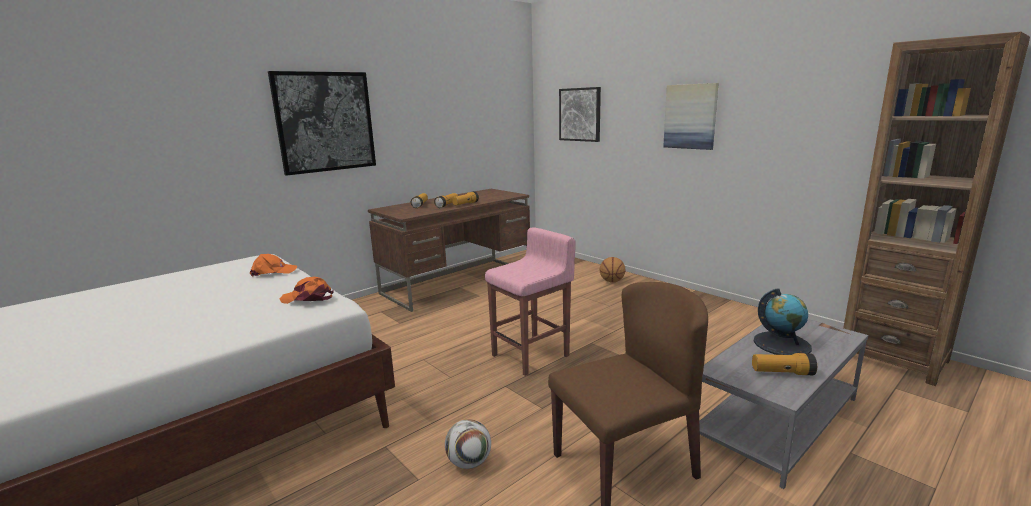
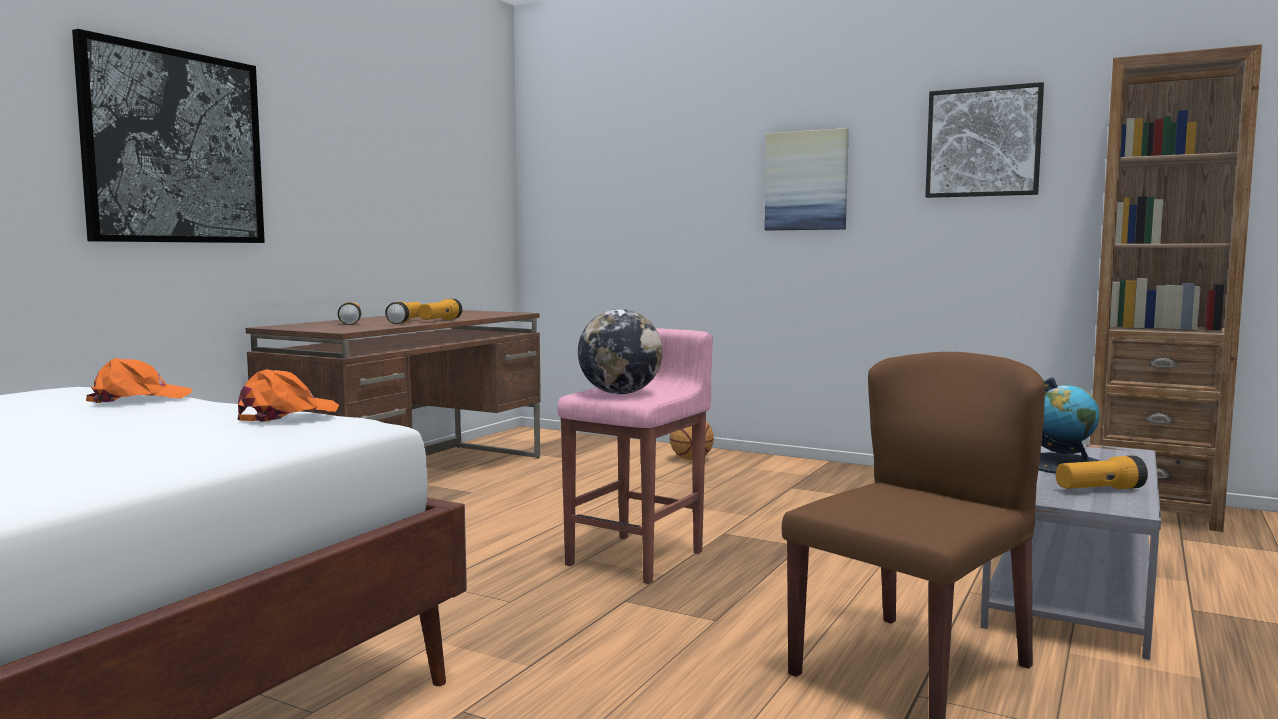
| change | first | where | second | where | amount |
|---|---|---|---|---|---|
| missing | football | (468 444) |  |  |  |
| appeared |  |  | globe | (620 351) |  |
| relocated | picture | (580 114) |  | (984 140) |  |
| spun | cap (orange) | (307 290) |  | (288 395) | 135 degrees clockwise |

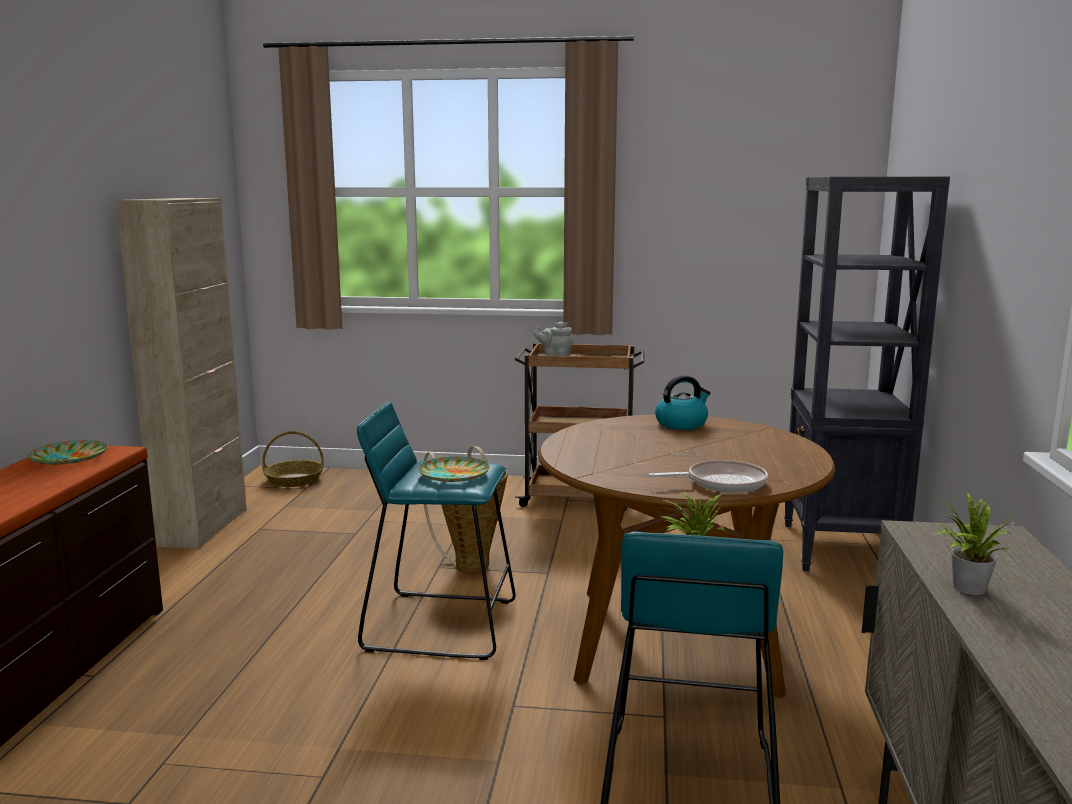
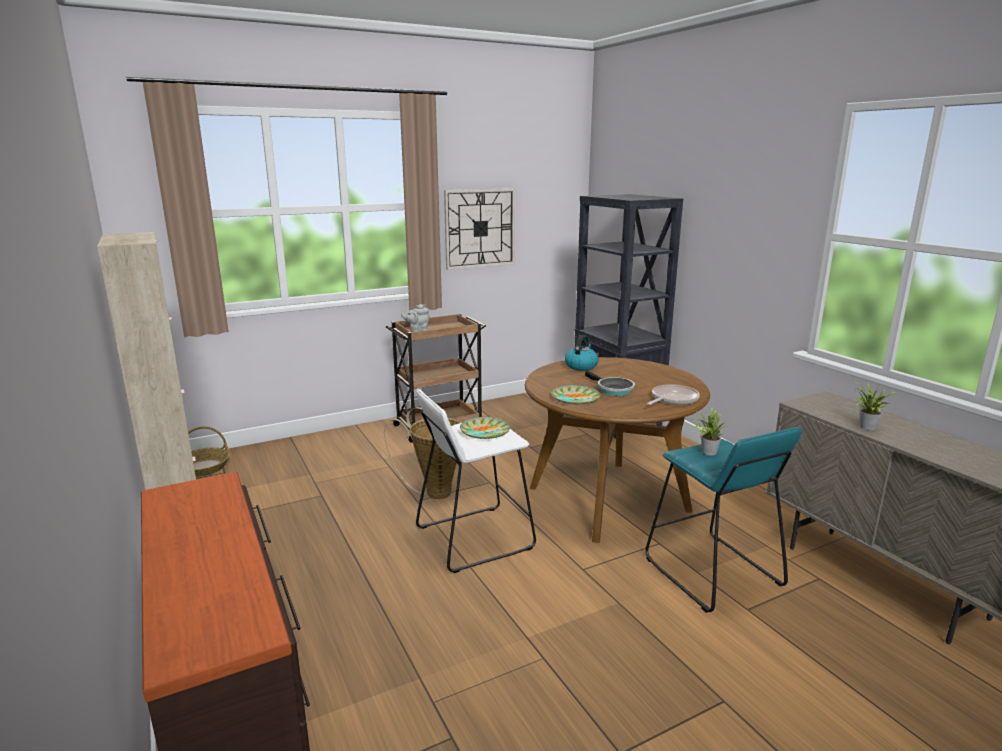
| change | first | where | second | where | amount |
|---|---|---|---|---|---|
| appeared |  |  | wall clock | (479 229) |  |
| appeared |  |  | frying pan | (610 383) |  |
| relocated | plate | (68 452) |  | (575 395) |  |
| colour | stool (turquoise) | (436 531) | stool (white) | (476 481) |  |

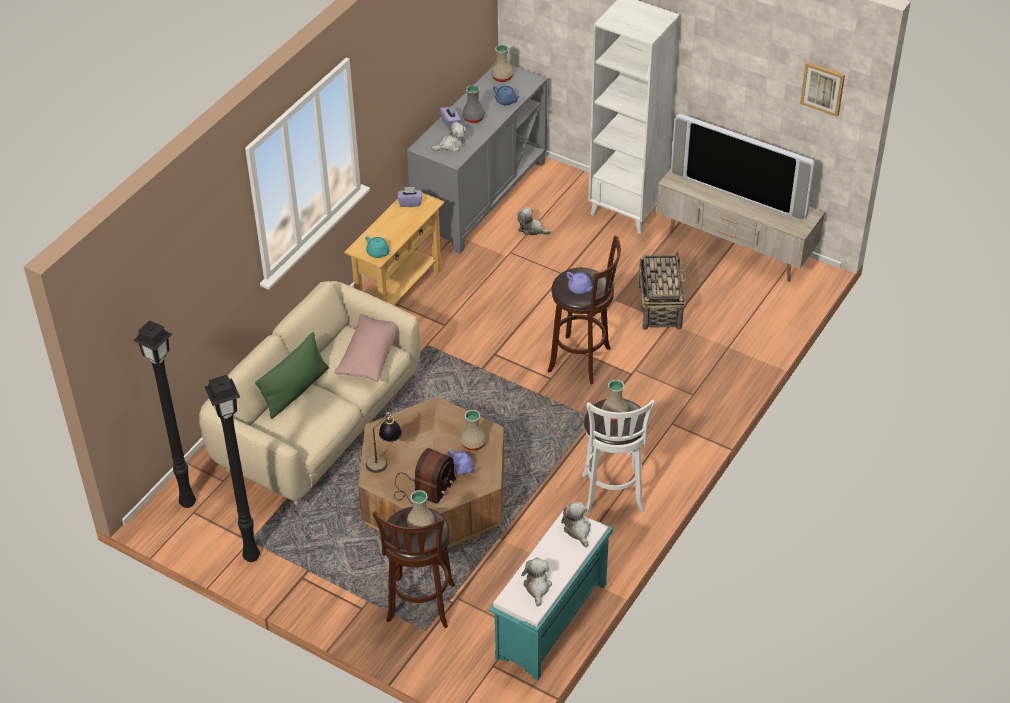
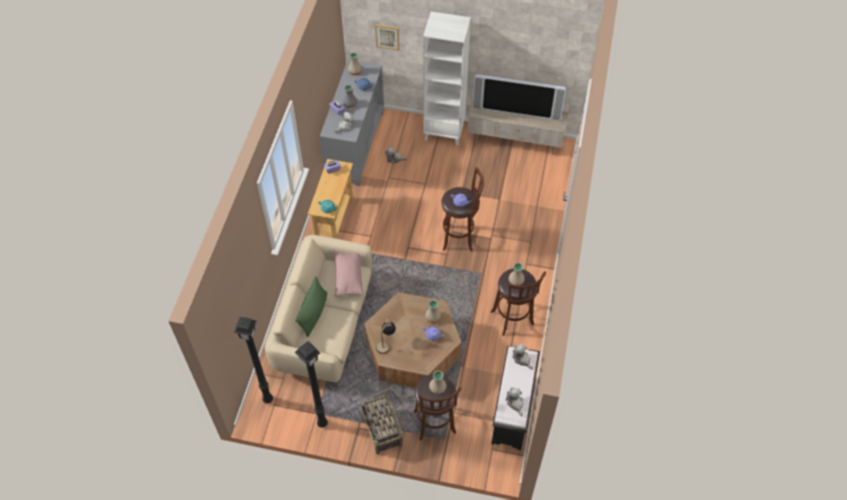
| change | first | where | second | where | amount |
|---|---|---|---|---|---|
| missing | radio | (425 476) |  |  |  |
| relocated | basket | (663 290) |  | (382 424) |  |
| relocated | picture | (822 89) |  | (387 37) |  |
| colour | bench (turquoise) | (551 595) | bench (black) | (516 398) |  |
| colour | stool (white) | (618 456) | stool (brown) | (518 302) |  |

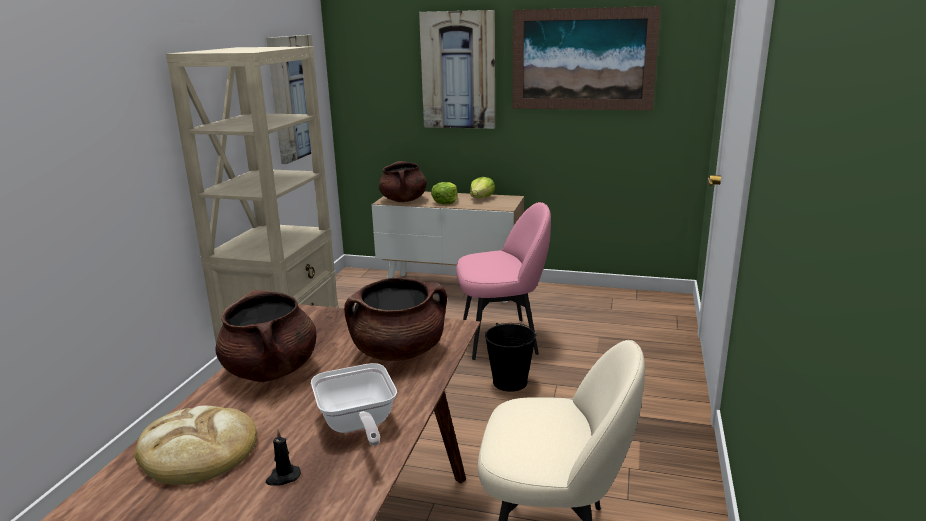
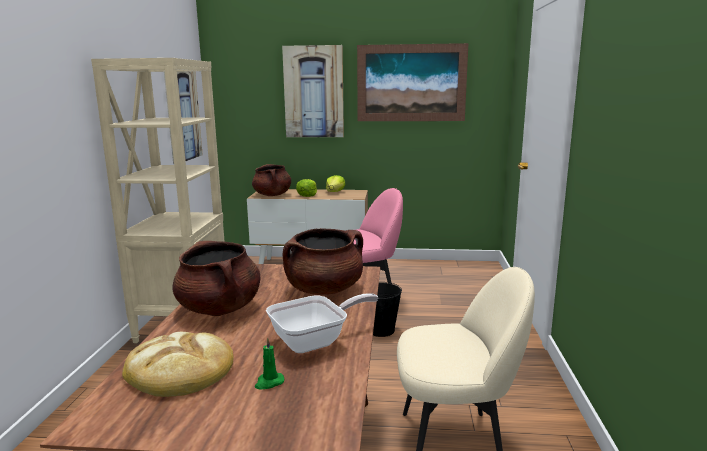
| change | first | where | second | where | amount |
|---|---|---|---|---|---|
| colour | candle (black) | (283 458) | candle (green) | (269 363) |  |
| spun | frying pan | (354 404) |  | (322 323) | 90 degrees counterclockwise |

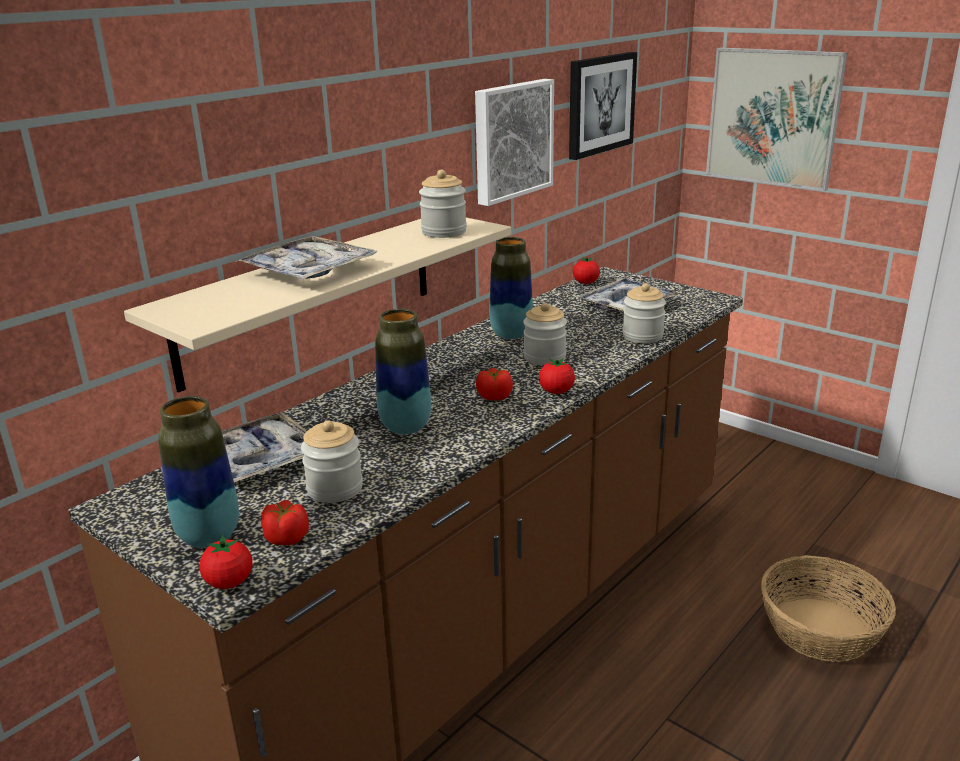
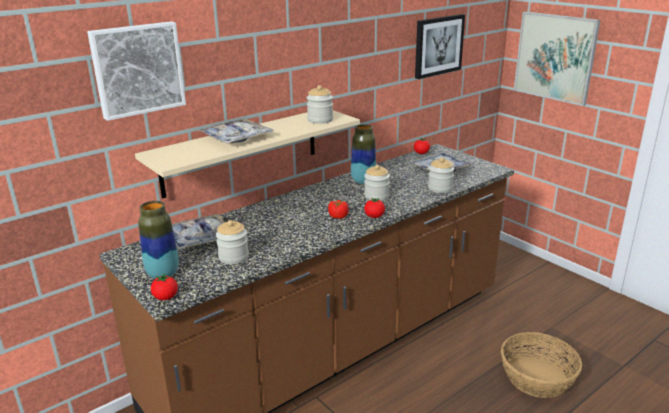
| change | first | where | second | where | amount |
|---|---|---|---|---|---|
| missing | tomato | (285 522) |  |  |  |
| missing | vase | (403 371) |  |  |  |
| relocated | picture | (514 142) |  | (136 71) |  |

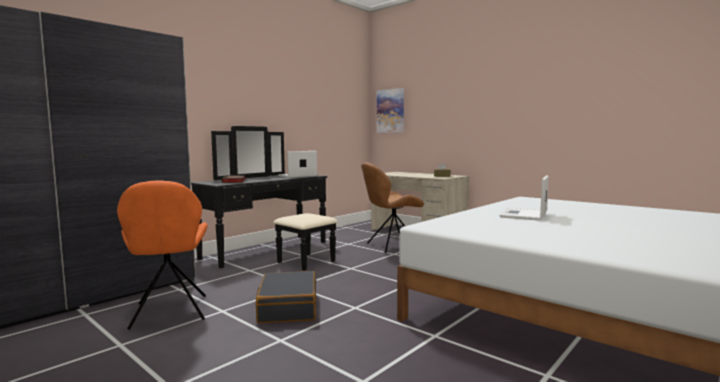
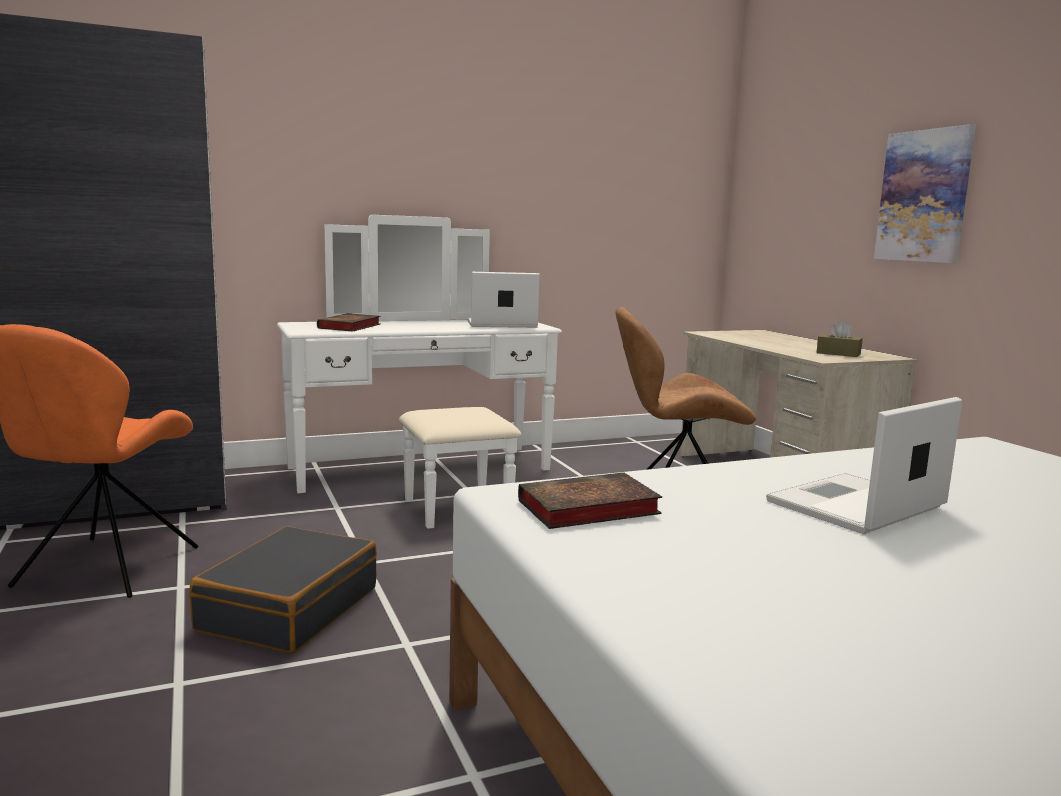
| change | first | where | second | where | amount |
|---|---|---|---|---|---|
| appeared |  |  | book | (590 500) |  |
| relocated | picture | (390 110) |  | (925 193) |  |
| colour | dresser (black) | (264 198) | dresser (white) | (419 372) |  |

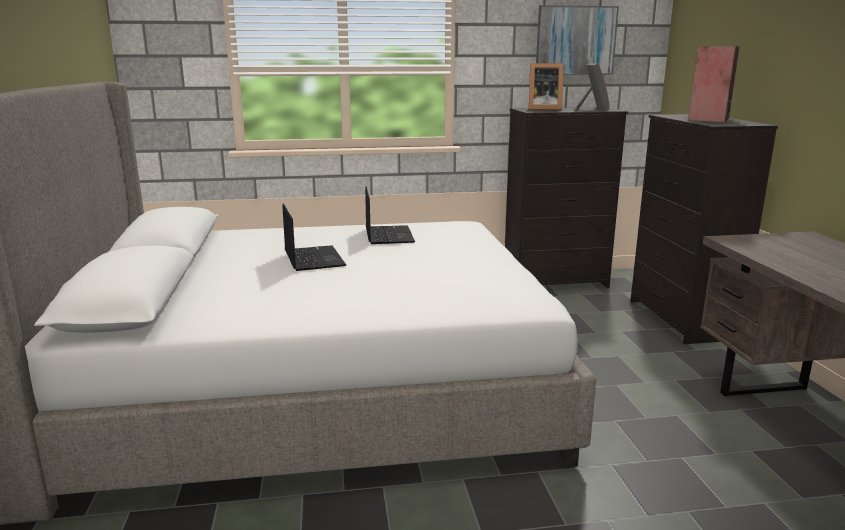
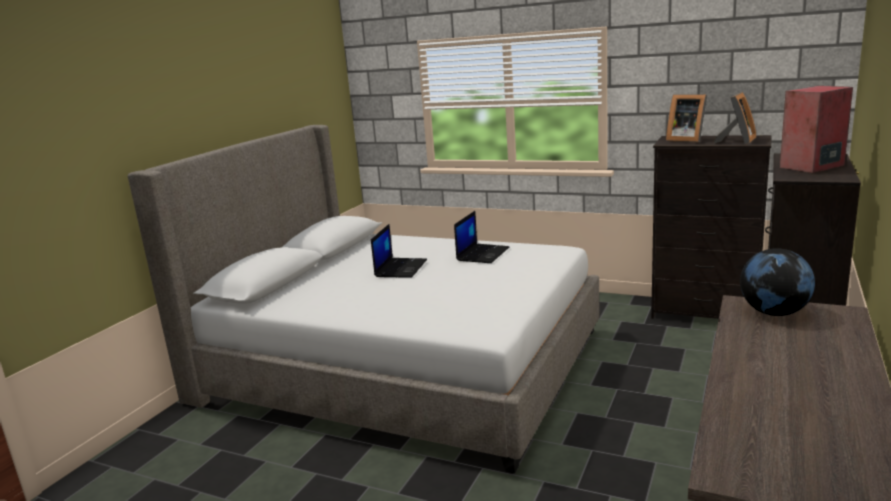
| change | first | where | second | where | amount |
|---|---|---|---|---|---|
| missing | picture | (577 40) |  |  |  |
| appeared |  |  | globe | (777 282) |  |

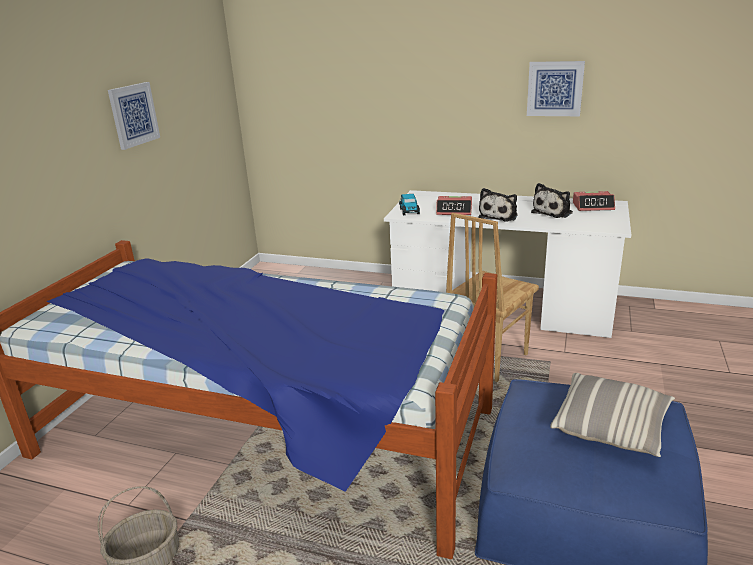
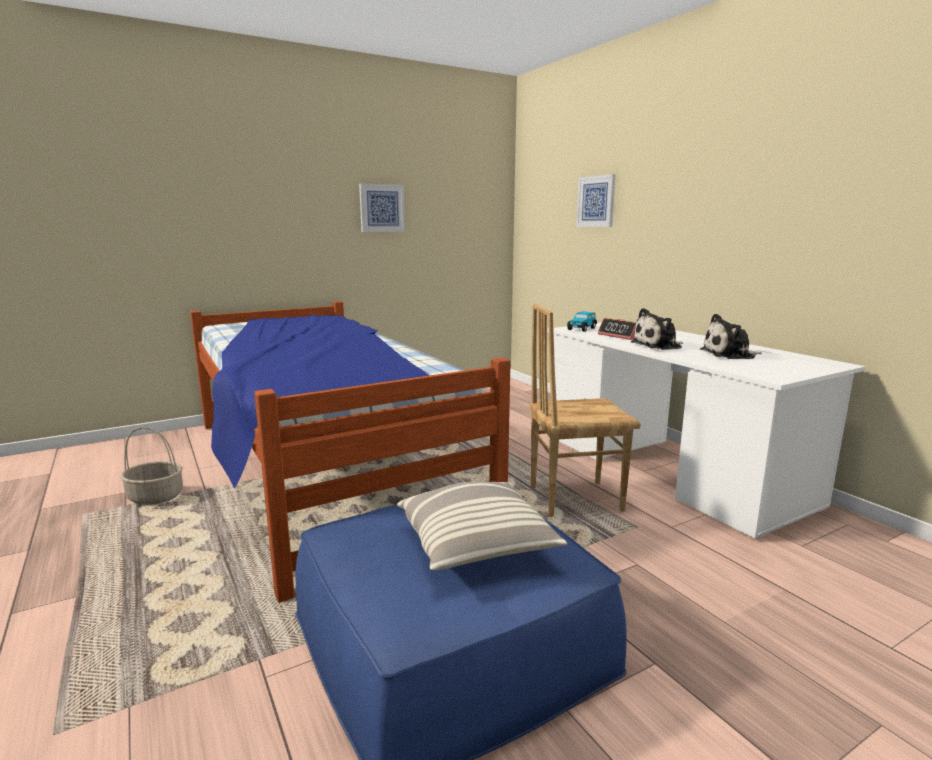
| change | first | where | second | where | amount |
|---|---|---|---|---|---|
| missing | alarm clock | (594 201) |  |  |  |
| relocated | picture | (556 88) |  | (596 200) |  |

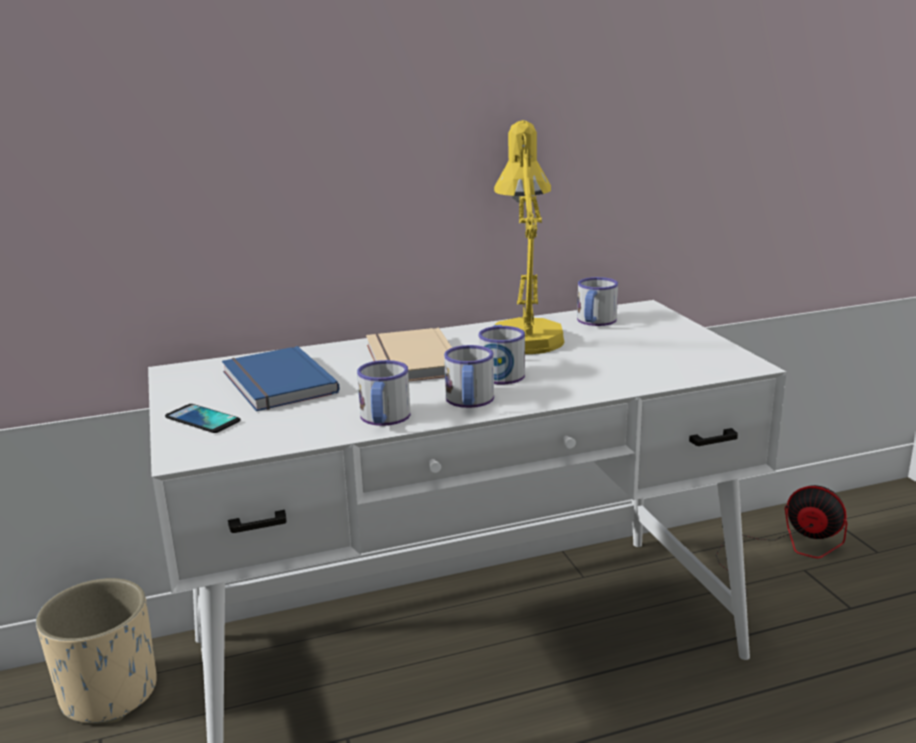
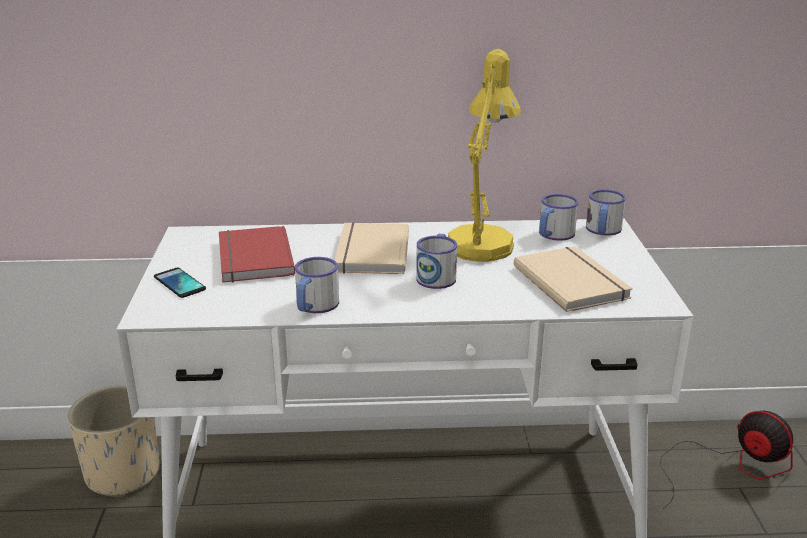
| change | first | where | second | where | amount |
|---|---|---|---|---|---|
| appeared |  |  | book (beige) | (573 279) |  |
| relocated | mug | (469 376) |  | (606 212) |  |
| colour | book (blue) | (281 378) | book (red) | (257 254) |  |

